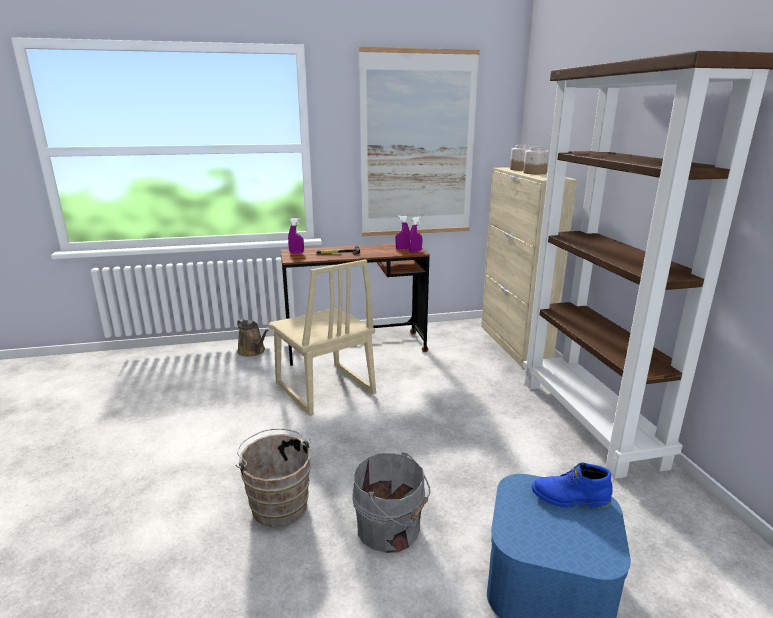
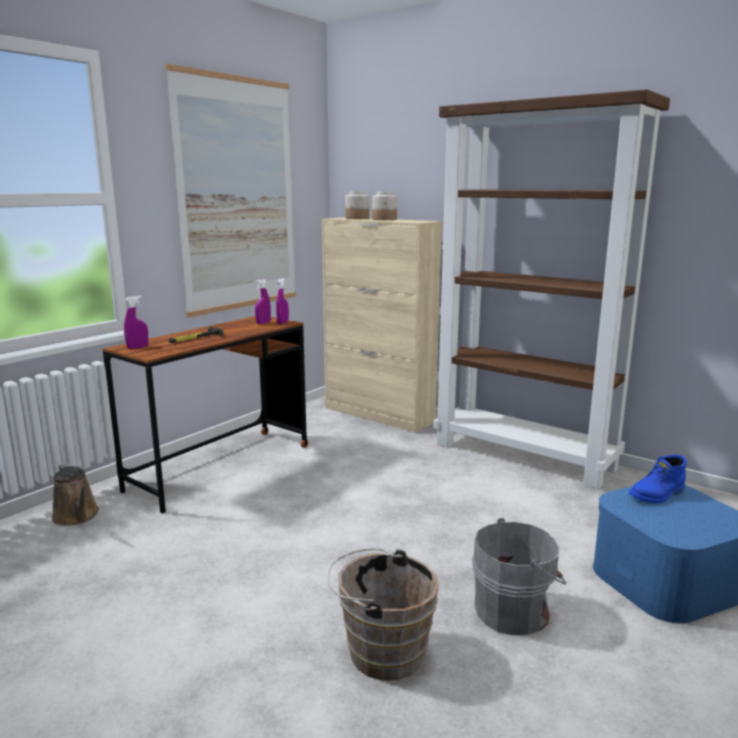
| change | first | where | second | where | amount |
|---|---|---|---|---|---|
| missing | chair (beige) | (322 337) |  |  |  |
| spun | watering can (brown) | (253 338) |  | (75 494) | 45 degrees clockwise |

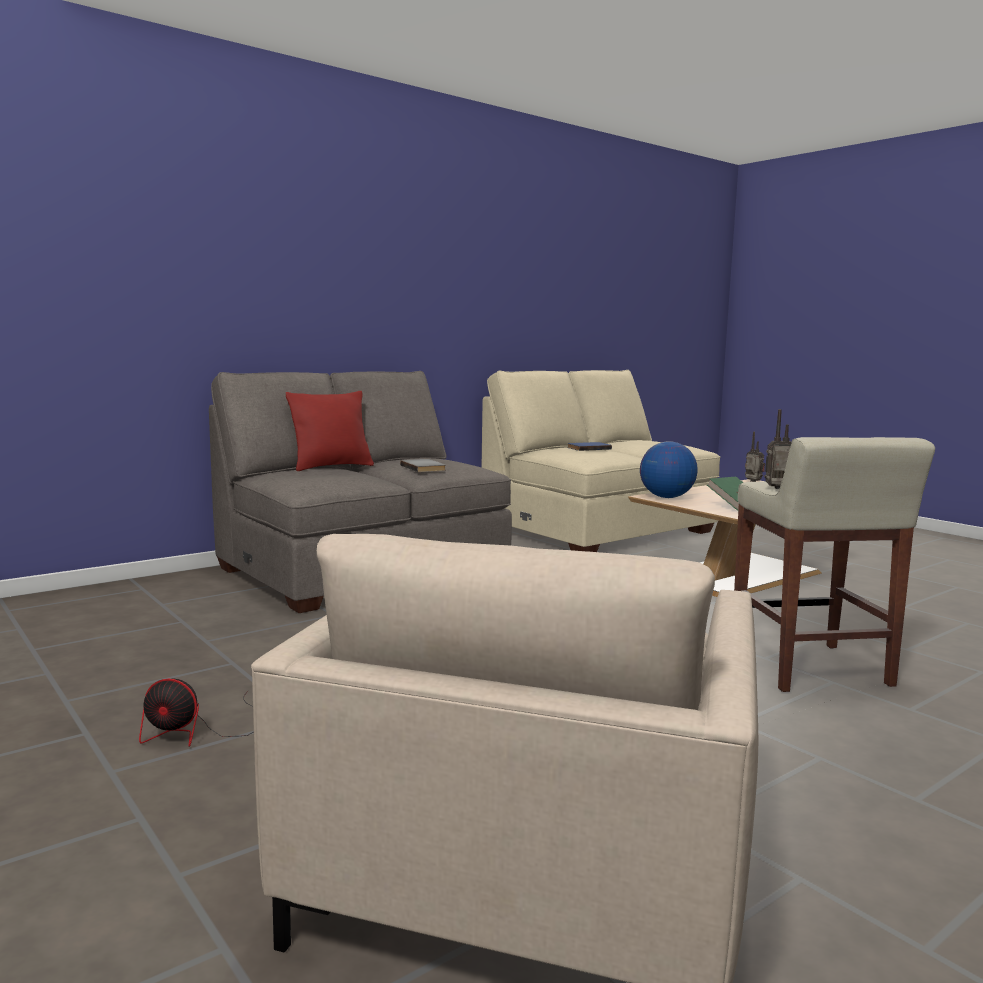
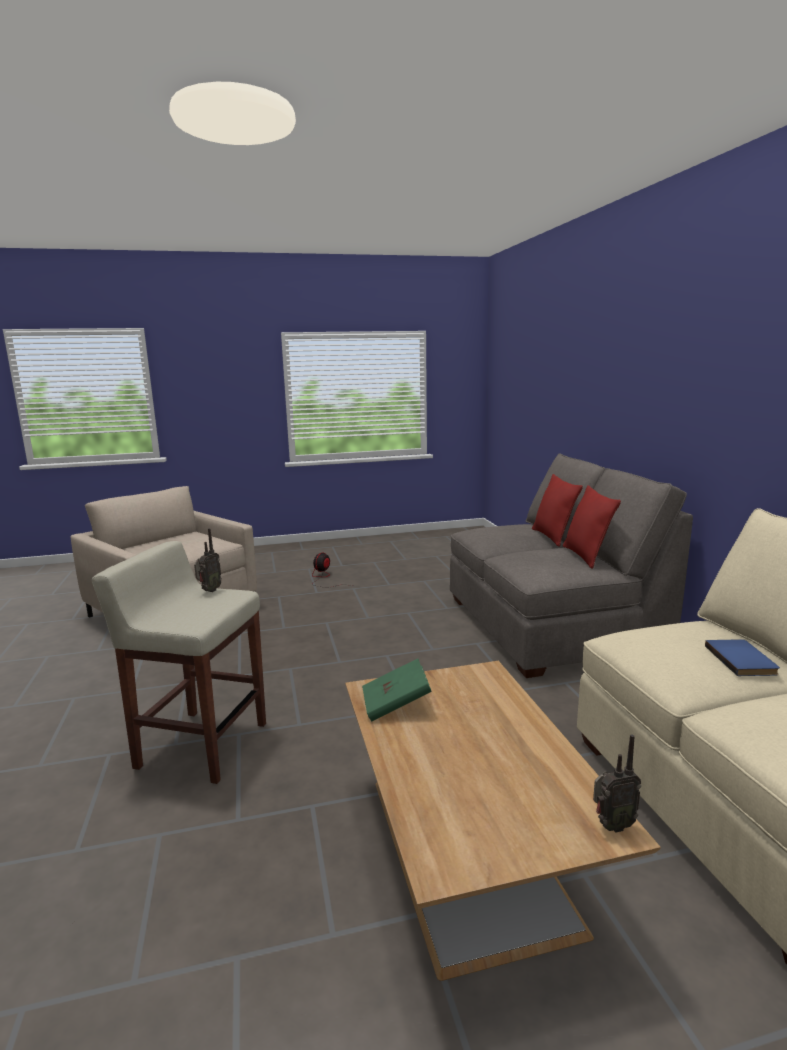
| change | first | where | second | where | amount |
|---|---|---|---|---|---|
| missing | book (grey) | (423 465) |  |  |  |
| missing | globe | (669 469) |  |  |  |
| appeared |  |  | pillow (red) | (592 527) |  |

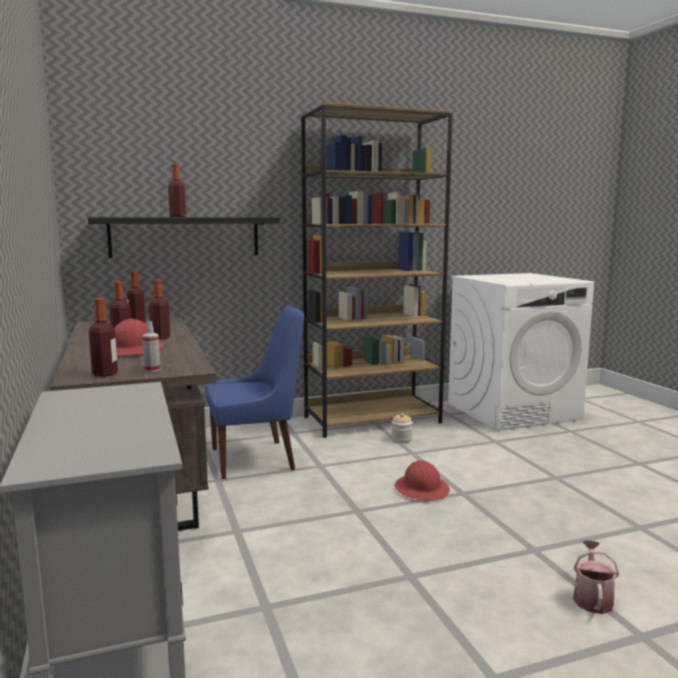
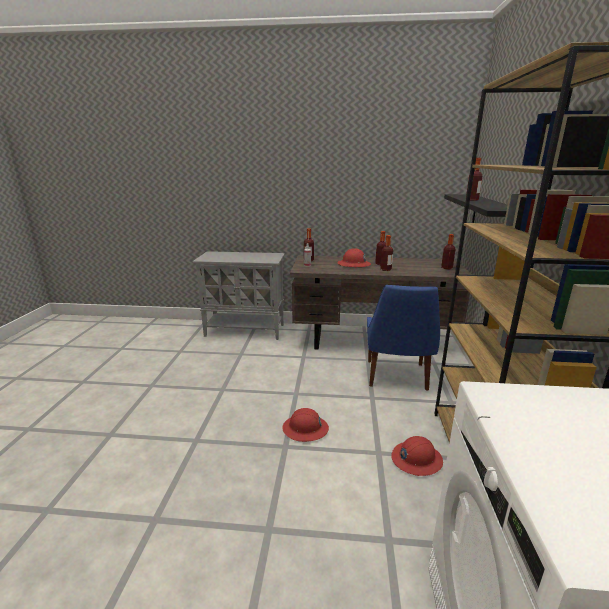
| change | first | where | second | where | amount |
|---|---|---|---|---|---|
| missing | watering can | (596 577) |  |  |  |
| exchanged | jar | (402 428) | hard hat (red) | (417 456) |  |

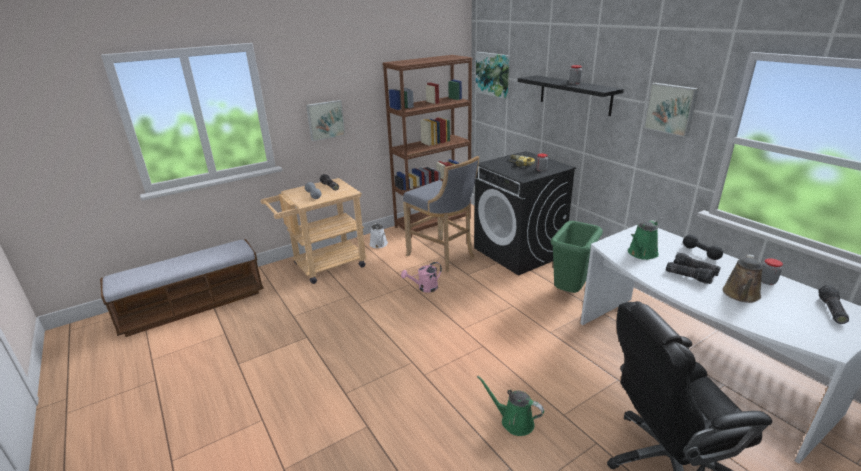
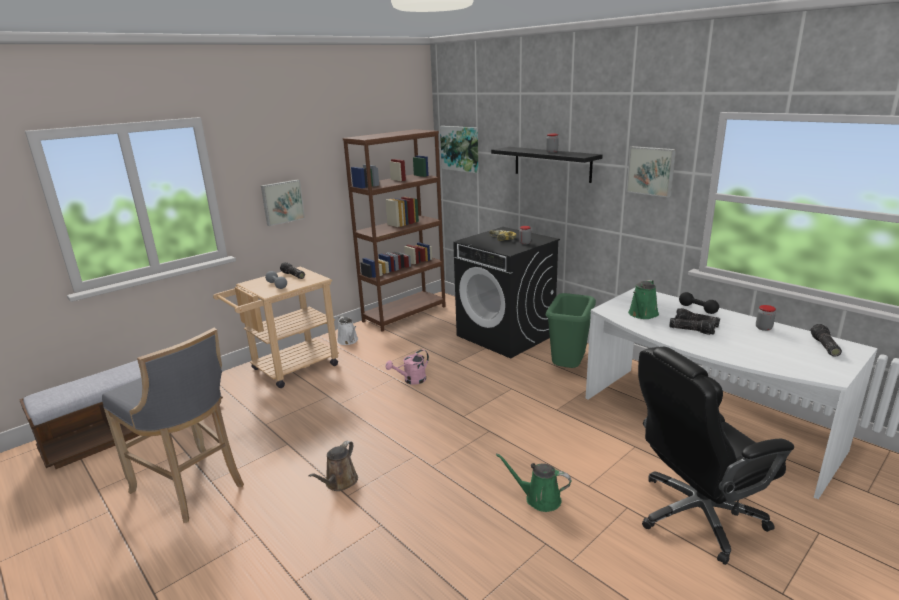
| change | first | where | second | where | amount |
|---|---|---|---|---|---|
| relocated | stool (grey) | (441 214) |  | (173 425) |  |
| relocated | watering can (brown) | (742 278) |  | (333 466) |  |

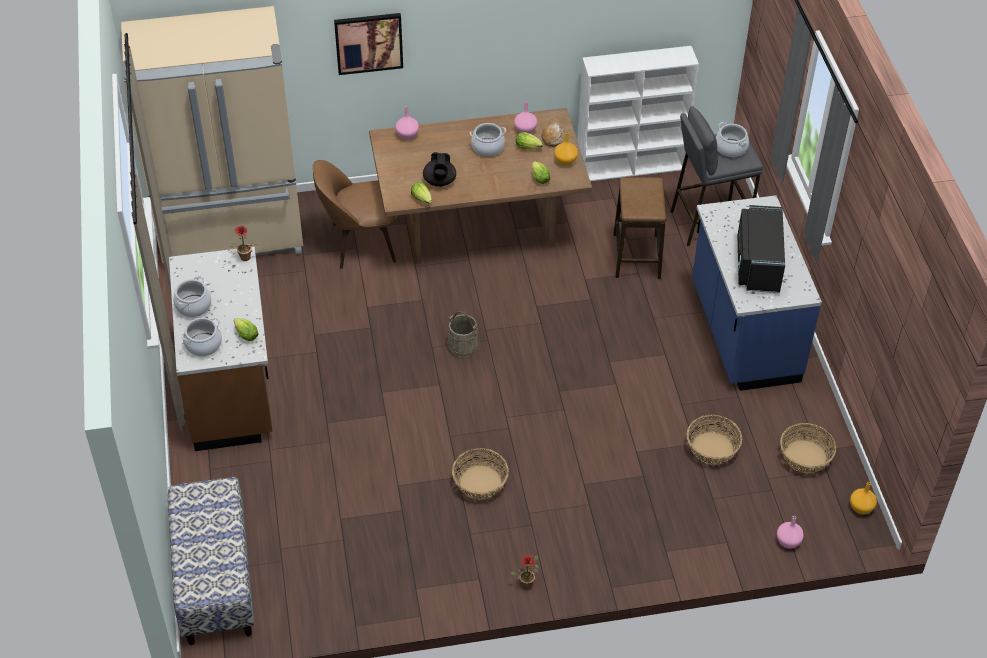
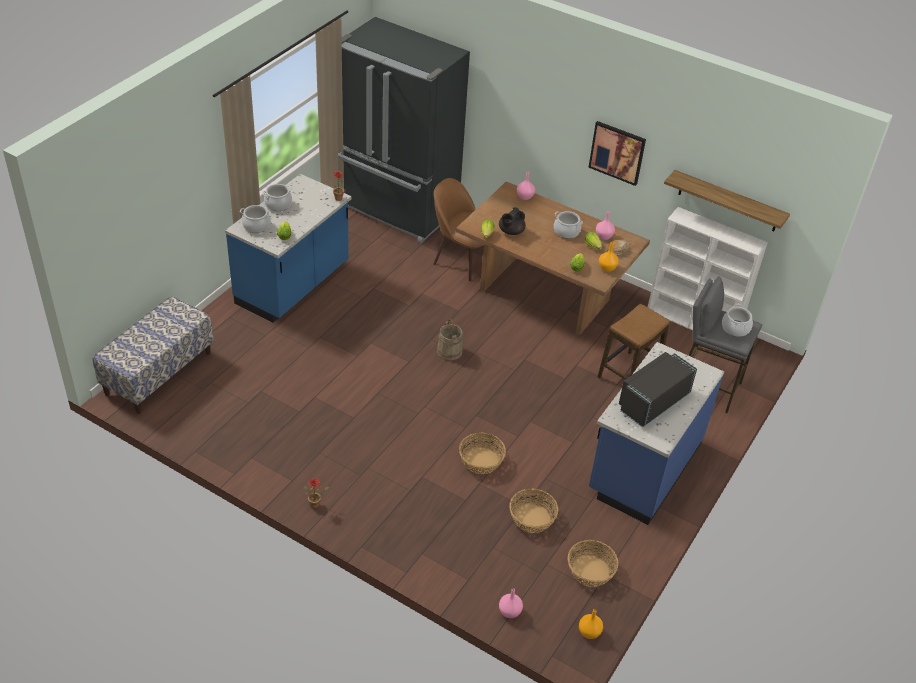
| change | first | where | second | where | amount |
|---|---|---|---|---|---|
| appeared |  |  | shelf | (727 201) |  |
| relocated | picture | (368 44) |  | (617 153) |  |
| relocated | basket | (480 474) |  | (482 453) |  |
| colour | fridge (beige) | (212 134) | fridge (black) | (404 130) |  |
| colour | counter (brown) | (221 349) | counter (blue) | (288 248) |  |

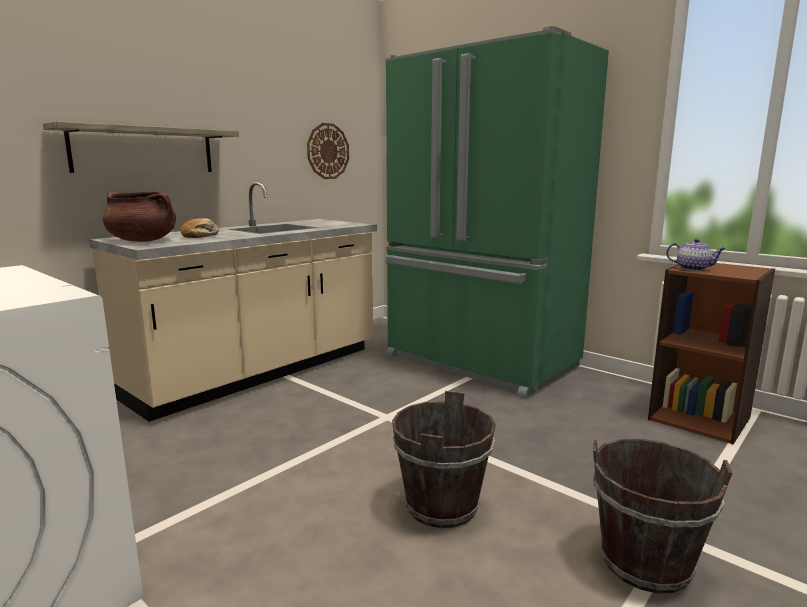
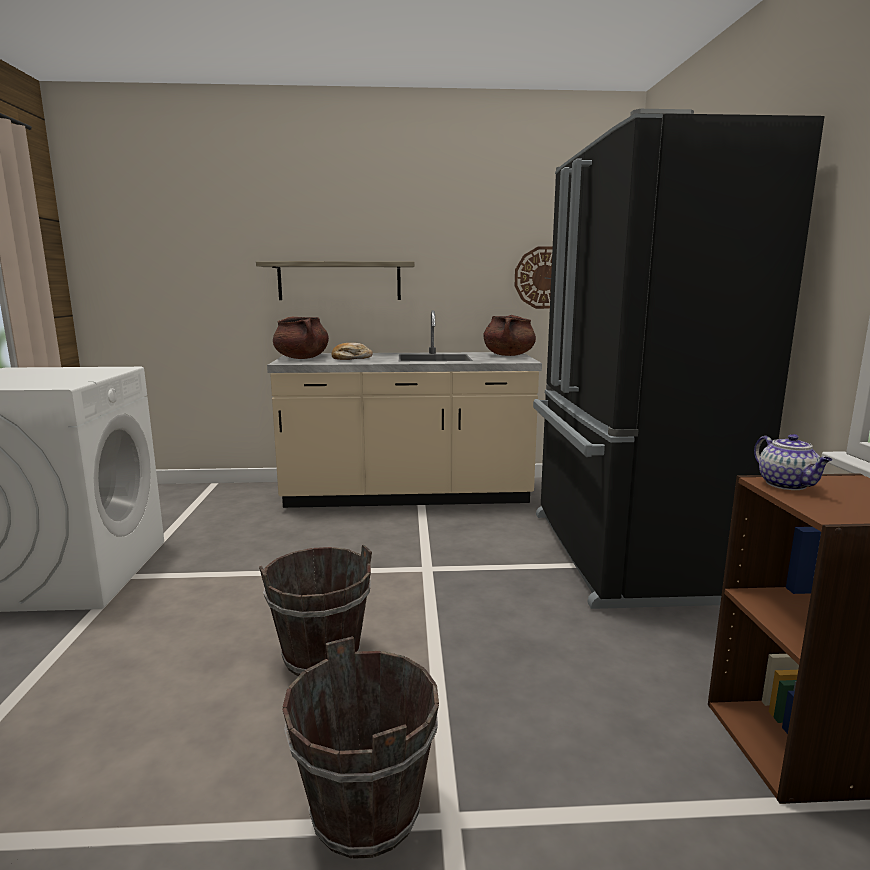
| change | first | where | second | where | amount |
|---|---|---|---|---|---|
| appeared |  |  | cooking pot (brown) | (510 335) |  |
| colour | fridge (green) | (497 212) | fridge (black) | (679 359) |  |

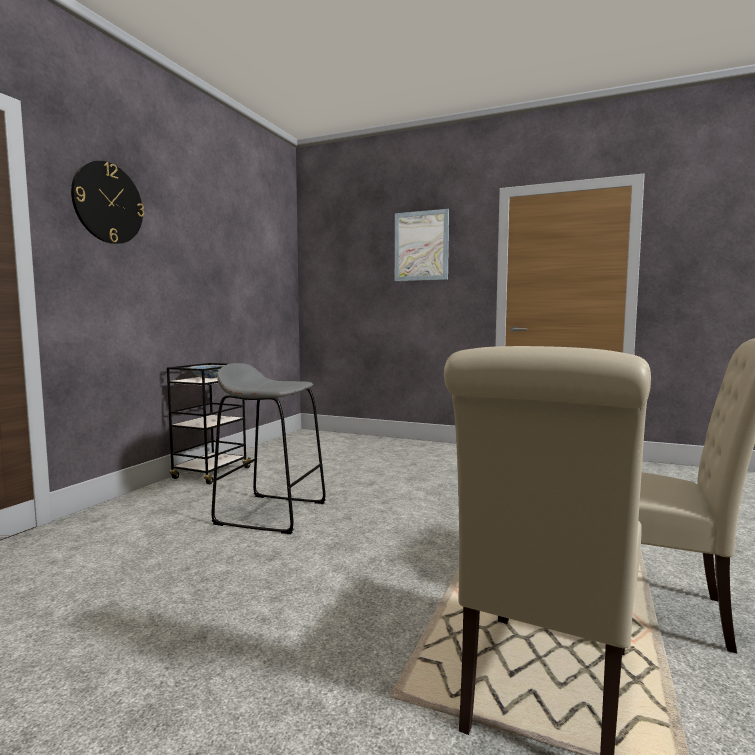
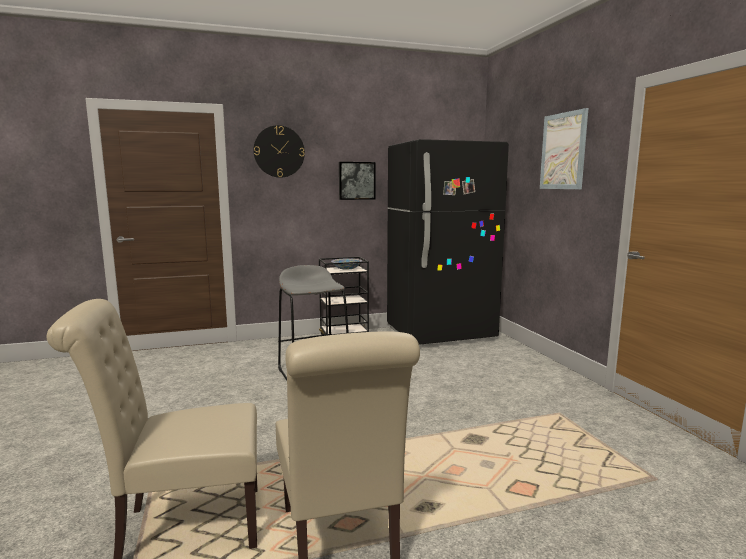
| change | first | where | second | where | amount |
|---|---|---|---|---|---|
| appeared |  |  | picture | (357 181) |  |
| appeared |  |  | fridge (black) | (448 242) |  |

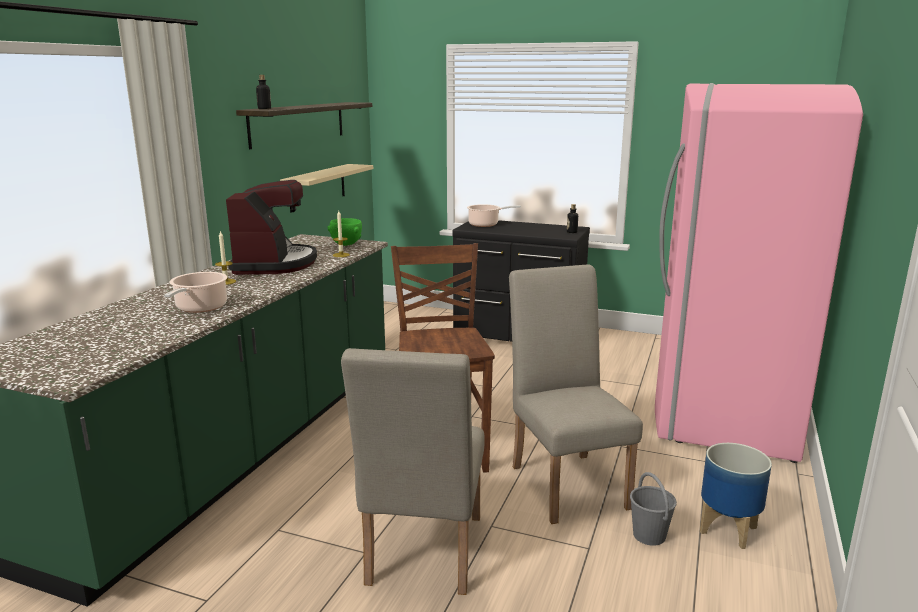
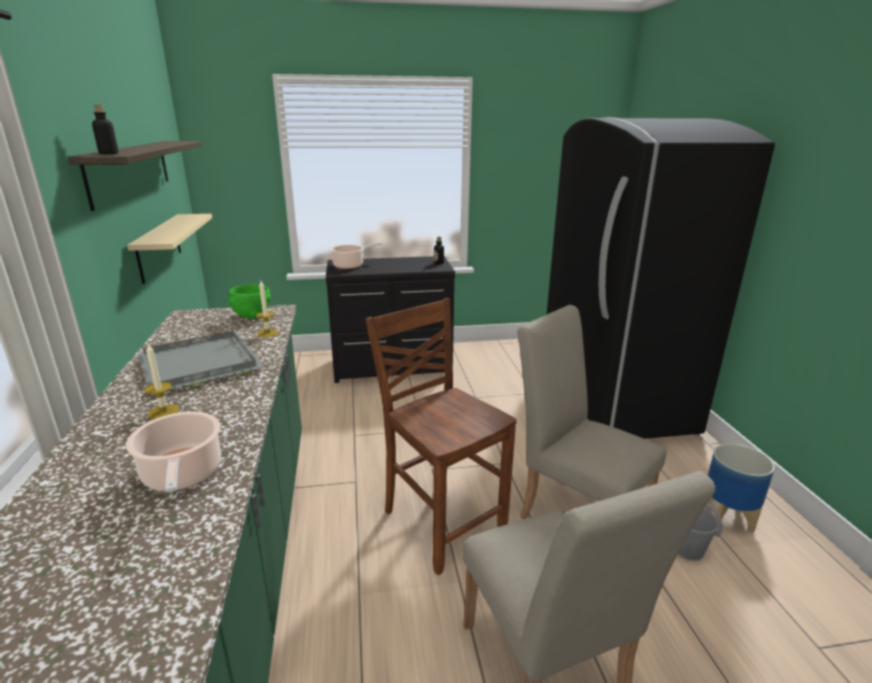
| change | first | where | second | where | amount |
|---|---|---|---|---|---|
| exchanged | coffee machine | (271 227) | tray (grey) | (201 360) |  |
| colour | fridge (pink) | (759 273) | fridge (black) | (660 278) |  |

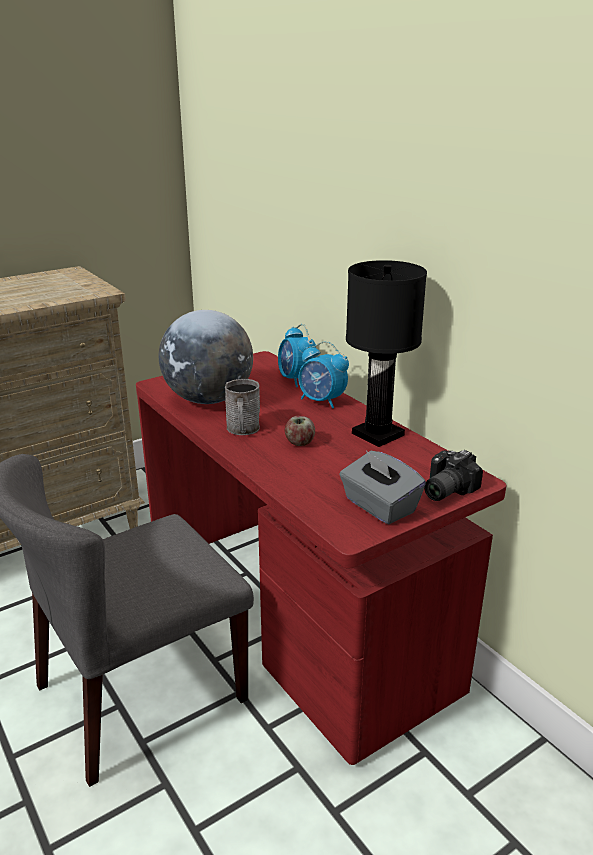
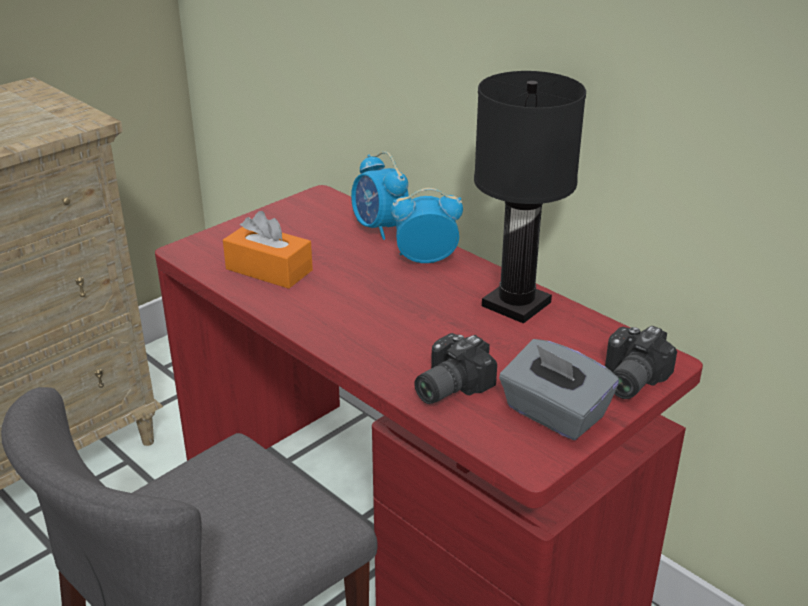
| change | first | where | second | where | amount |
|---|---|---|---|---|---|
| missing | mug (grey) | (242 407) |  |  |  |
| missing | apple | (300 431) |  |  |  |
| appeared |  |  | photo camera | (455 368) |  |
| exchanged | globe | (206 357) | tissue box (orange) | (268 250) |  |
| spun | alarm clock | (323 375) |  | (427 225) | 150 degrees clockwise |

